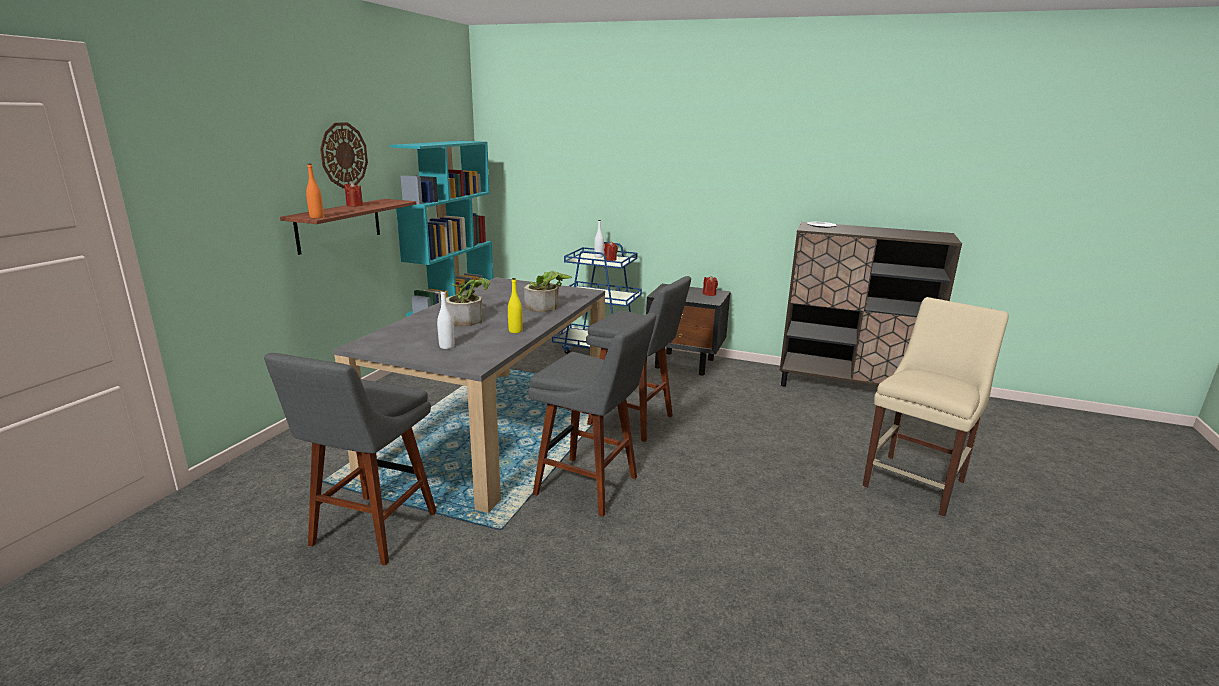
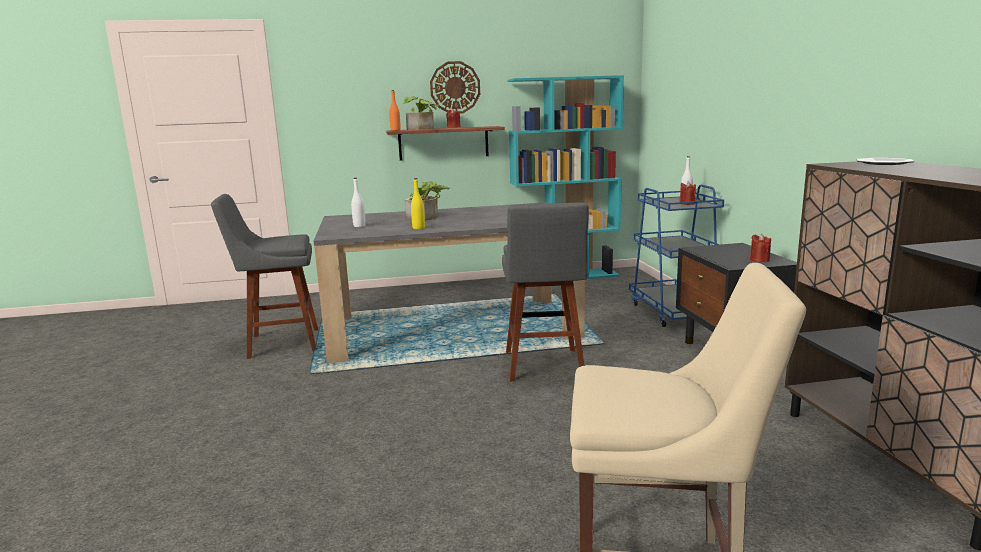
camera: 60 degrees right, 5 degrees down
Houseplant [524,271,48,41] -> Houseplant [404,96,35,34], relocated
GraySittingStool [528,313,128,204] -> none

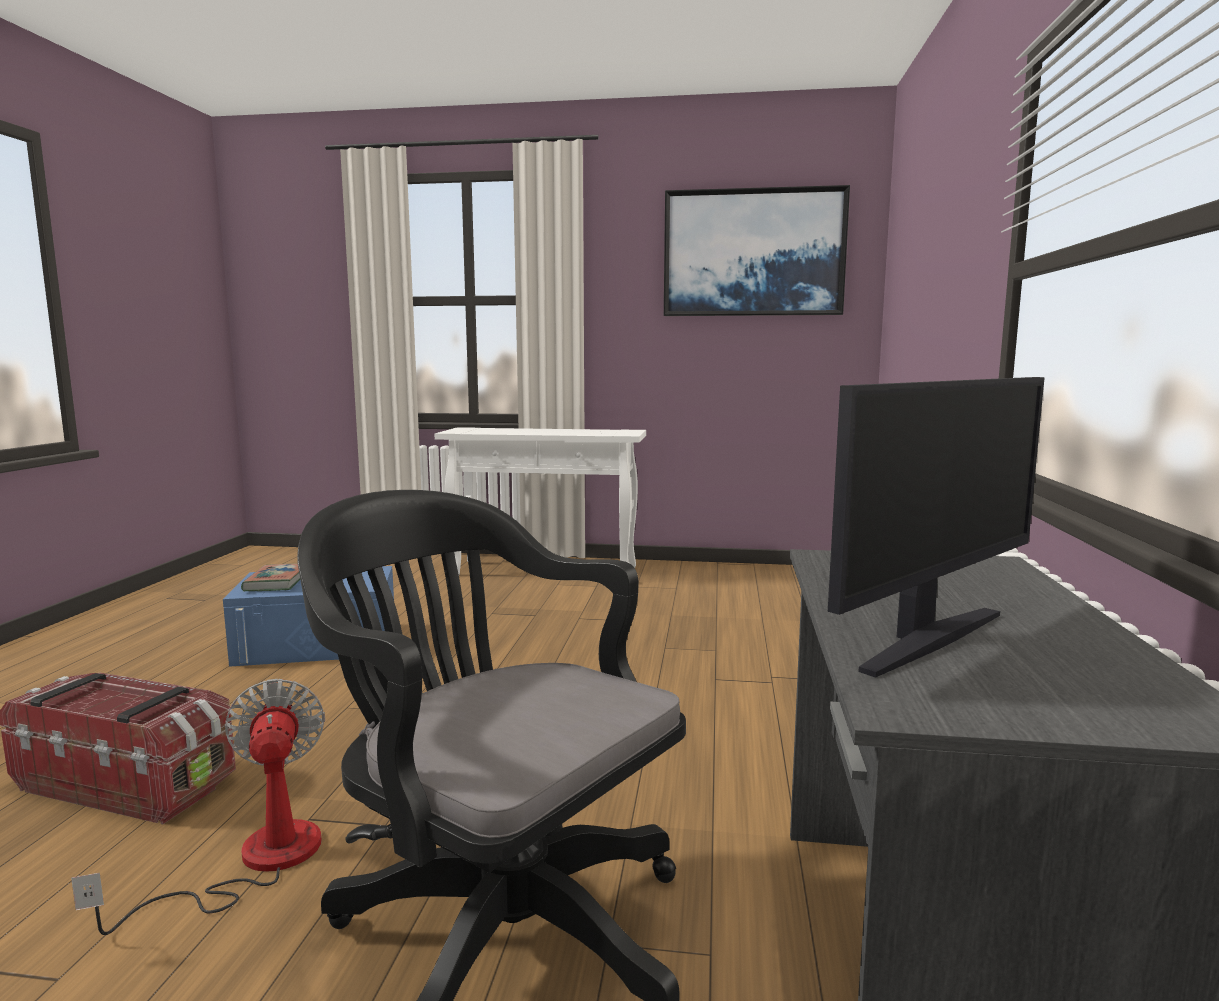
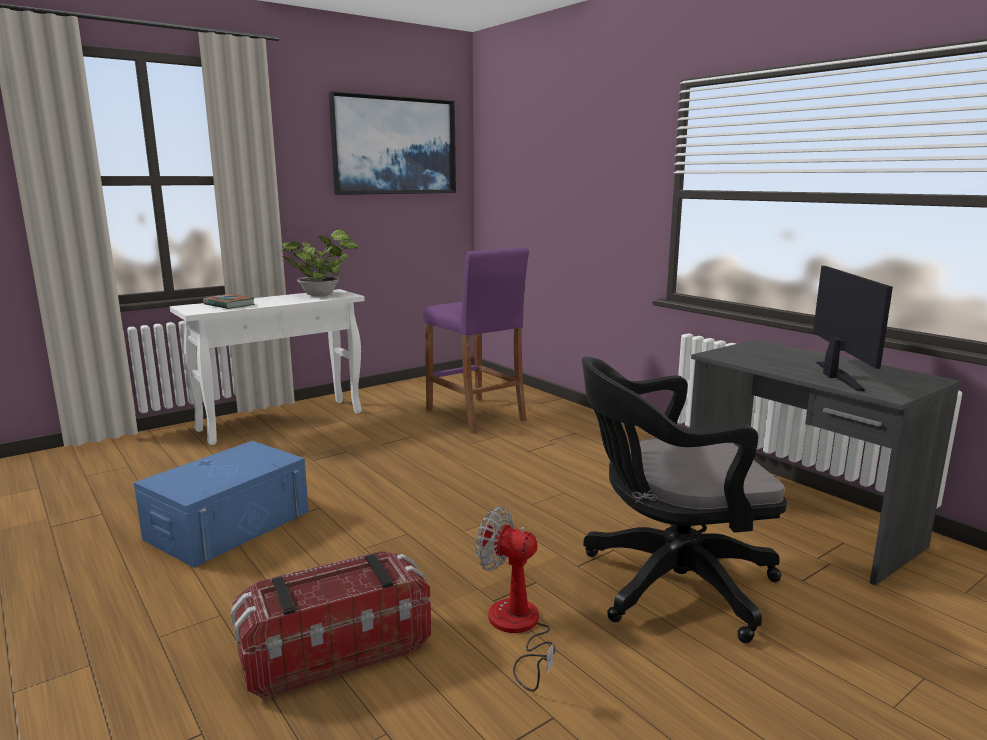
camera: 45 degrees left, 5 degrees up
Book [241,564,59,28] -> Book [203,294,52,15], relocated
none -> Houseplant [281,230,78,66]
none -> PurplishSittingStool [423,247,106,187]

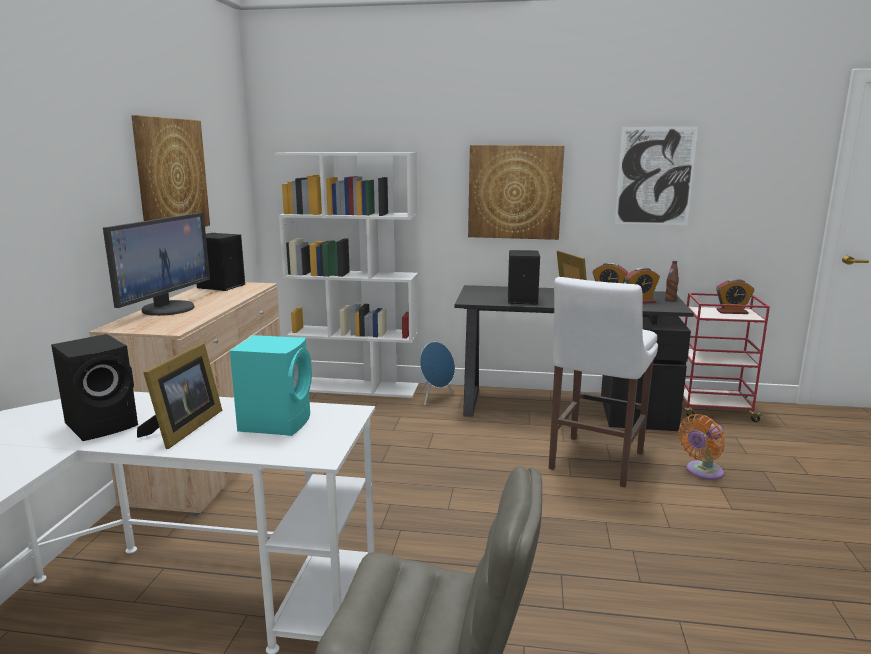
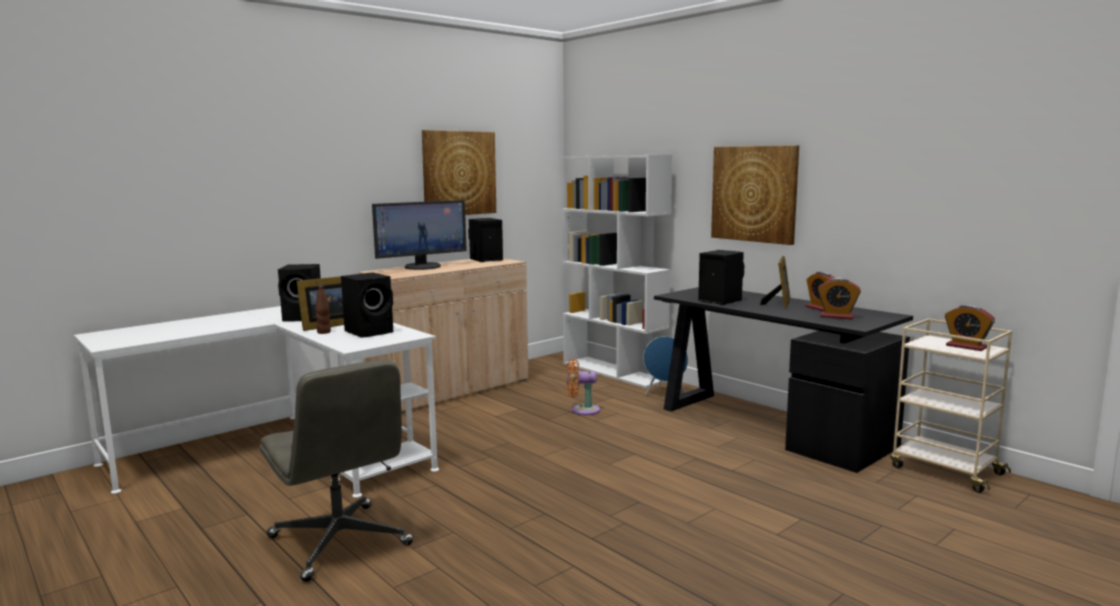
camera: 40 degrees right, 5 degrees down
WallPicture [615,127,83,98] -> none
BrownBeverageBottle [665,261,14,41] -> BrownBeverageBottle [315,286,16,48], relocated
WhiteSittingStool [549,277,109,210] -> none
ReddishCart [683,293,87,129] -> BeigeColouredCart [890,319,122,174]
TurquoiseAudioSpeaker [230,335,82,101] -> BlackColouredAudioSpeaker [341,272,52,66]
OrangeyElectricFan [678,414,47,66] -> OrangeyElectricFan [567,359,33,56], relocated

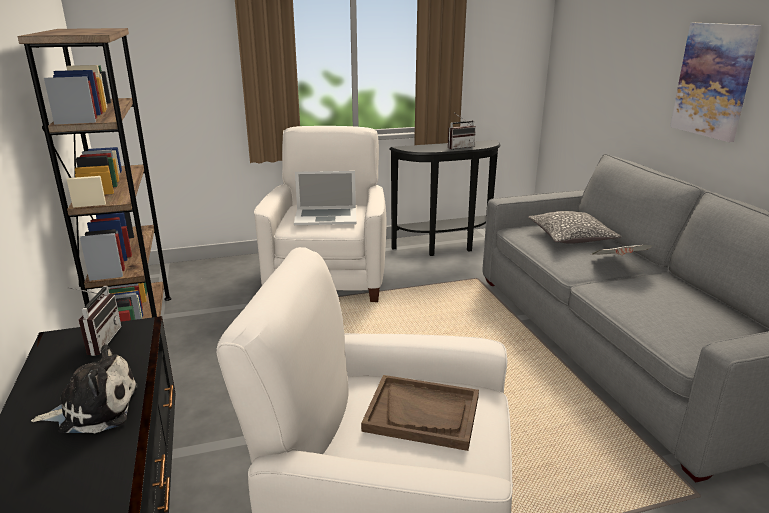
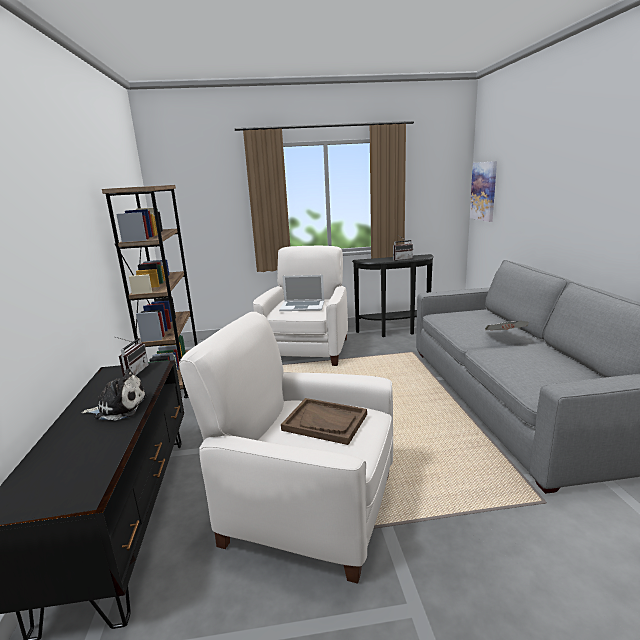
camera: 10 degrees right, 5 degrees down
WallPicture [670,23,92,119] -> WallPicture [470,161,27,61], relocated
Cushion [528,211,94,33] -> none

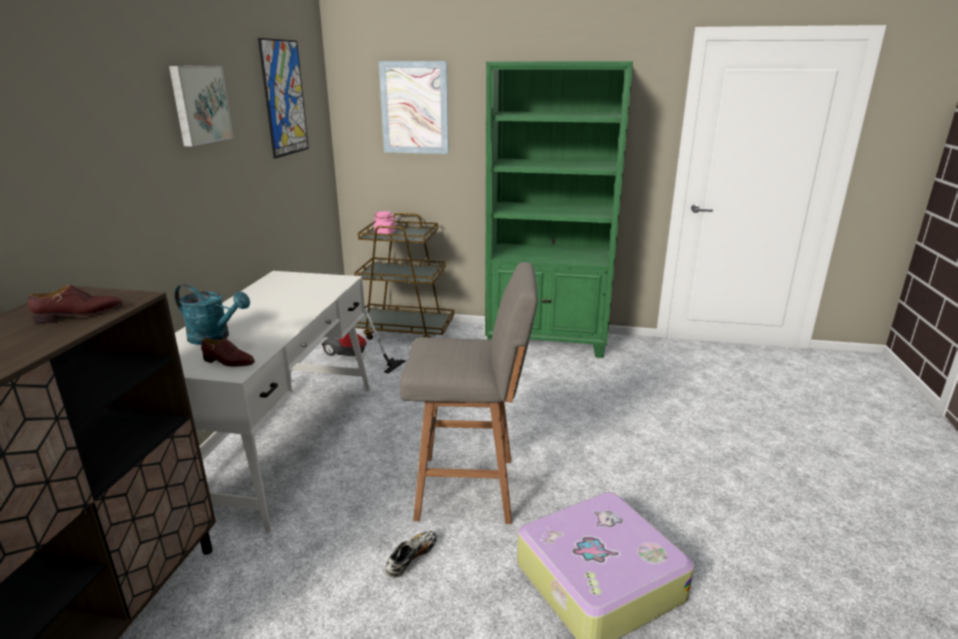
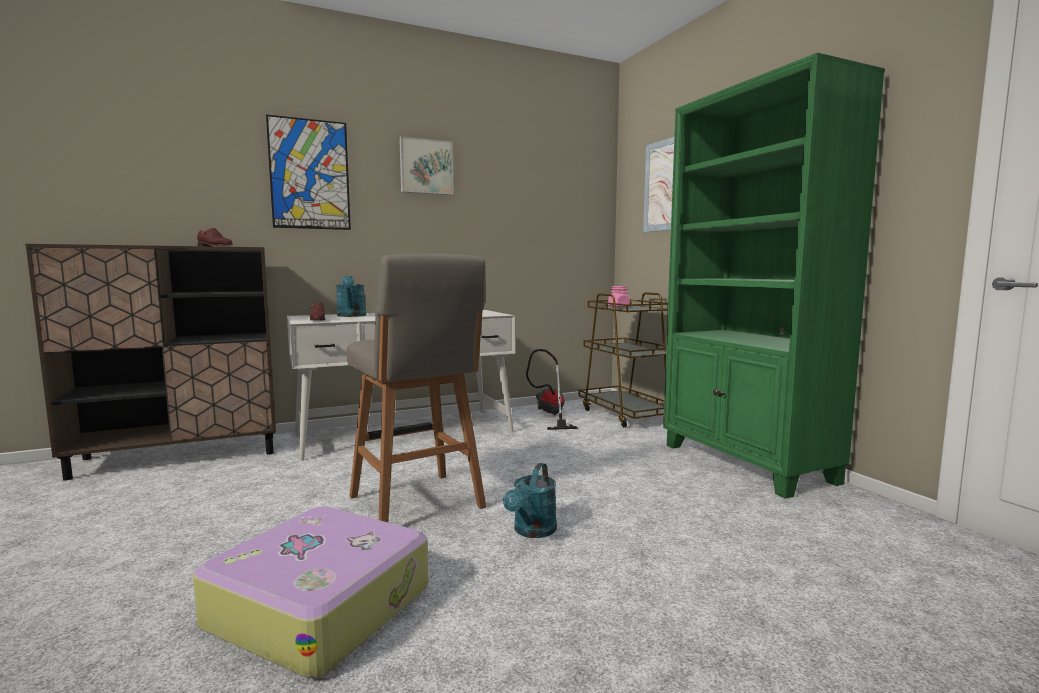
camera: 55 degrees right, 15 degrees down
WallPicture [258,38,51,121] -> WallPicture [266,115,85,115], relocated
LowShoe [385,531,52,47] -> none
none -> TurquoiseWateringPot [503,463,54,75]

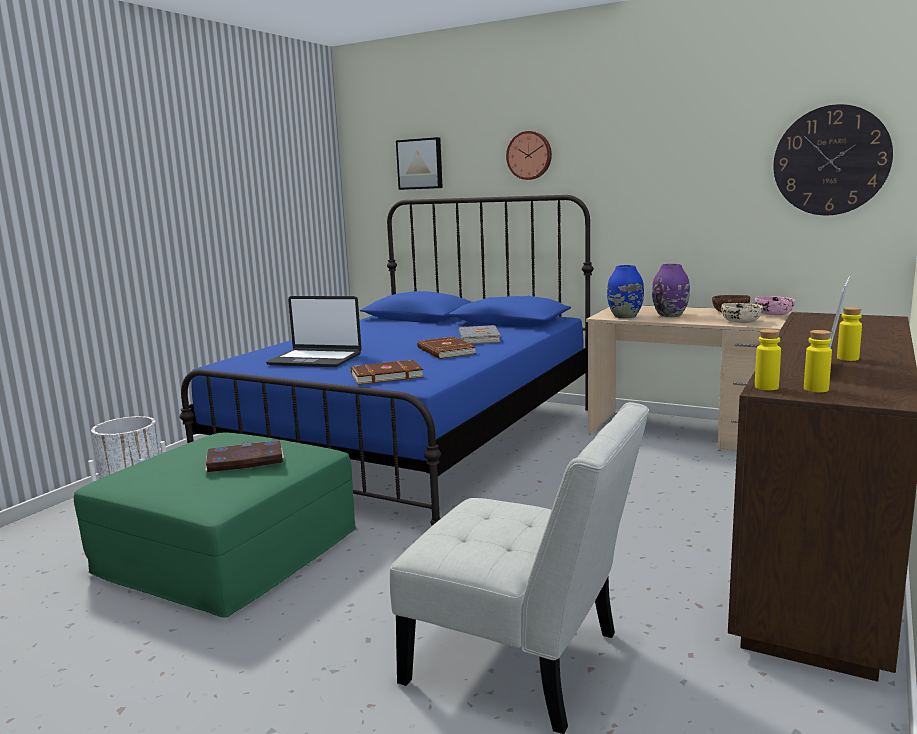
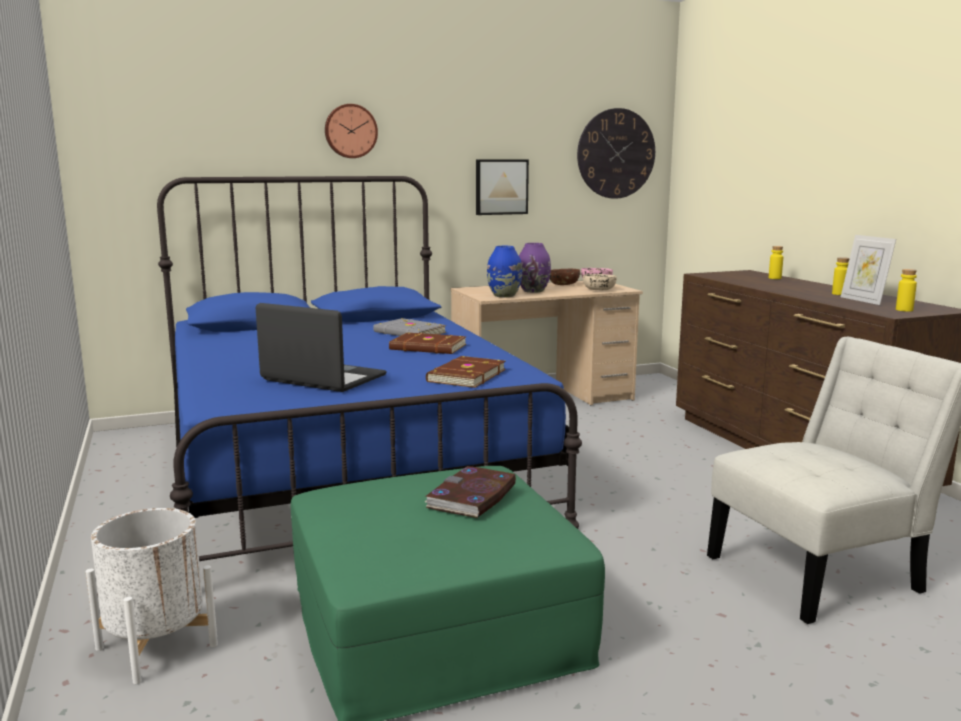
camera: 50 degrees left, 0 degrees up
WallPicture [396,137,47,53] -> WallPicture [476,160,53,55], relocated
NotebookComputer [266,296,96,71] -> NotebookComputer [256,303,131,89], 120 degrees counterclockwise
YellowishBeverageBottle [755,329,26,61] -> YellowishBeverageBottle [769,246,14,33], relocated

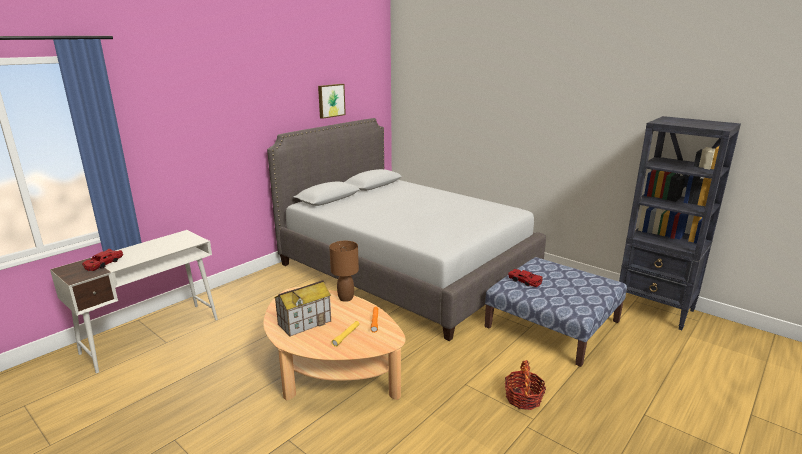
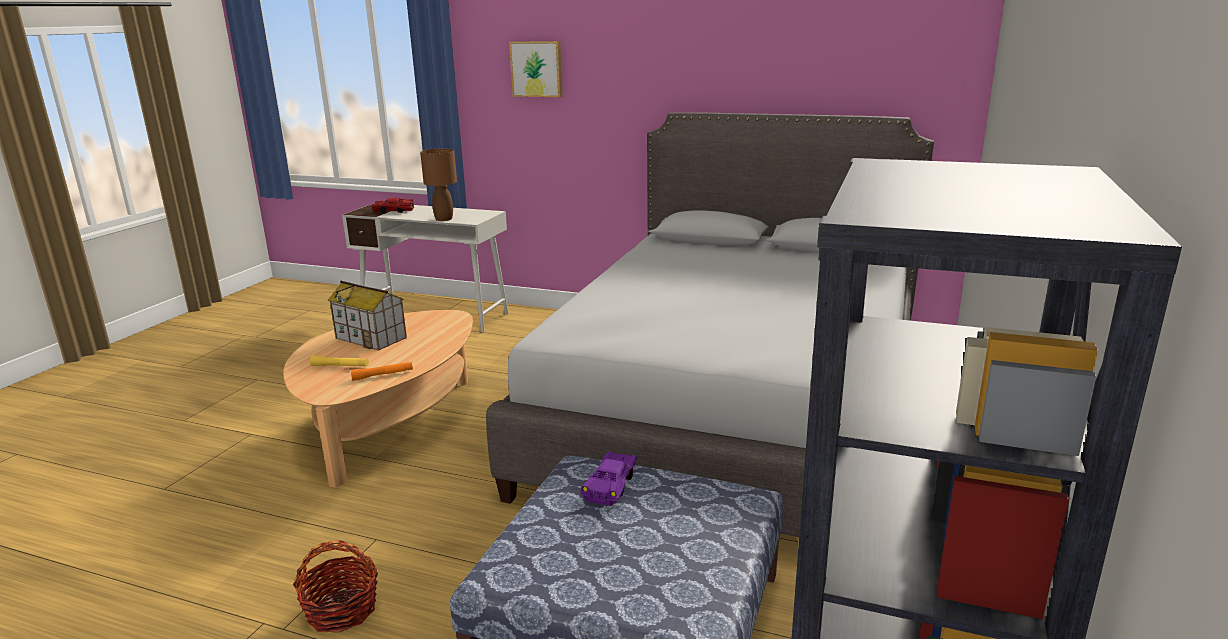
camera: 70 degrees right, 0 degrees up
WallPicture [318,84,28,35] -> WallPicture [509,41,54,56], relocated
BrownLampForATable [329,241,30,61] -> BrownLampForATable [420,149,37,72], relocated
ReddishMiniatureCar [508,269,35,18] -> PurplishMiniatureCar [580,451,57,55]

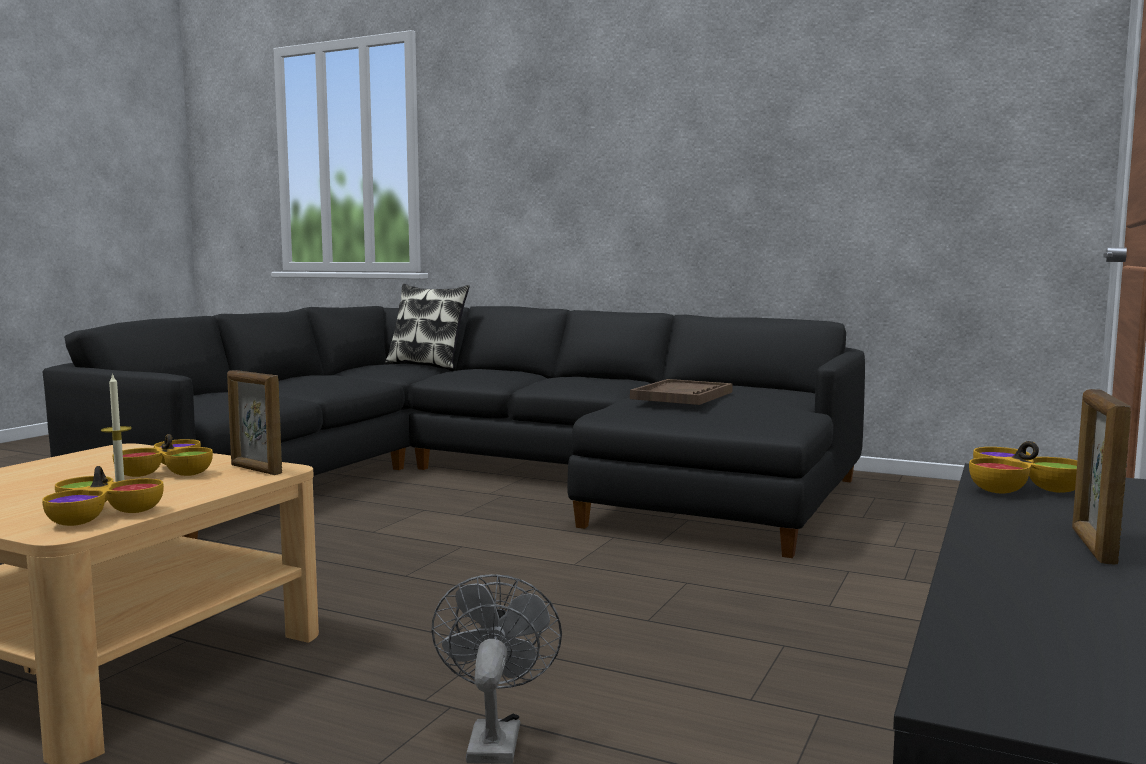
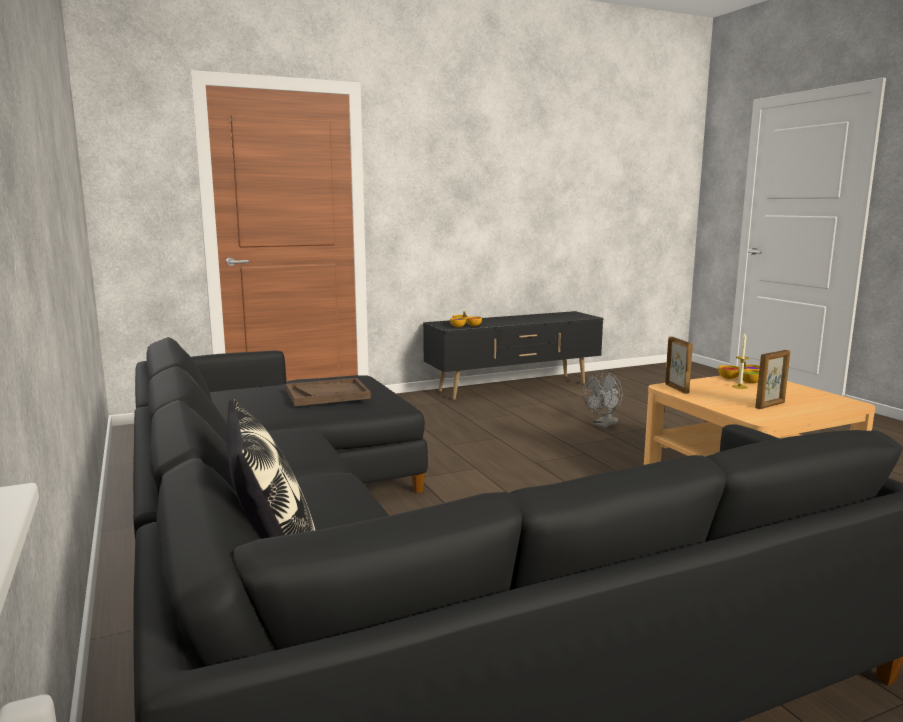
camera: 140 degrees left, 5 degrees up
PhotoFrame [1072,389,59,175] -> PhotoFrame [755,350,35,59], relocated
ServingBowl [113,434,100,43] -> none

